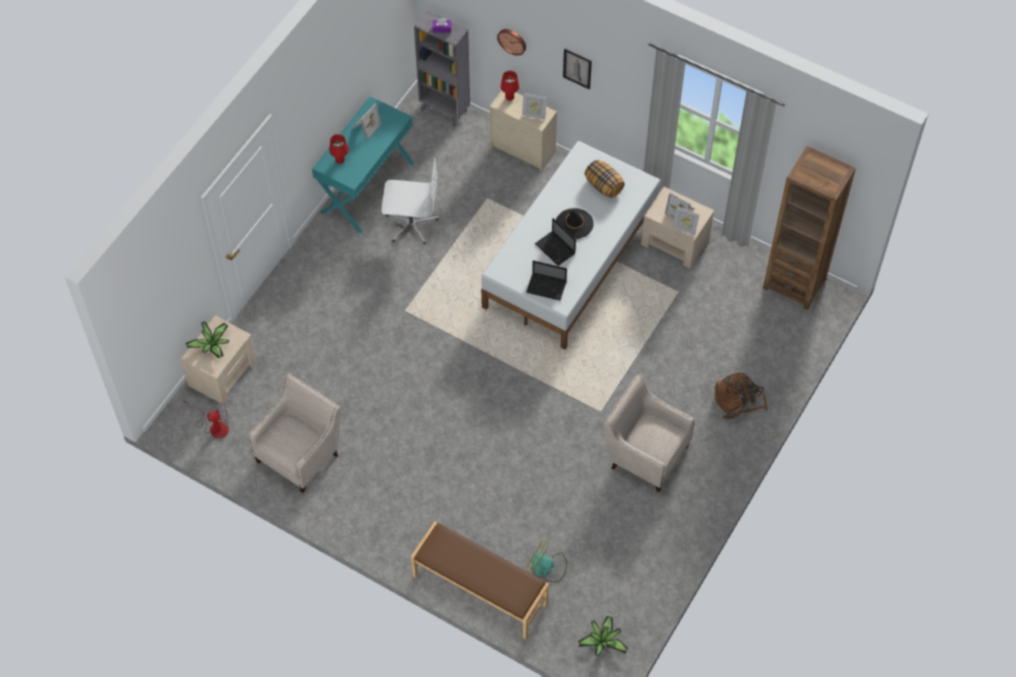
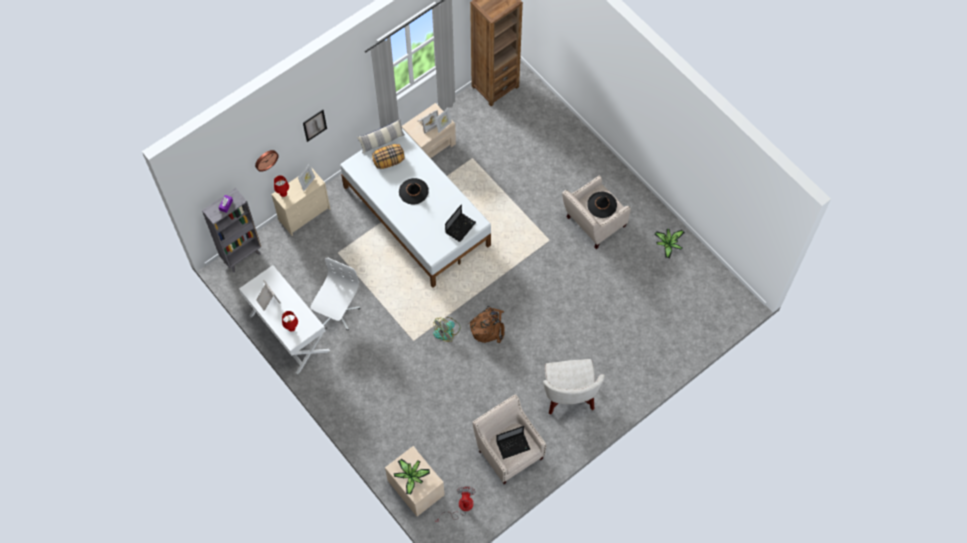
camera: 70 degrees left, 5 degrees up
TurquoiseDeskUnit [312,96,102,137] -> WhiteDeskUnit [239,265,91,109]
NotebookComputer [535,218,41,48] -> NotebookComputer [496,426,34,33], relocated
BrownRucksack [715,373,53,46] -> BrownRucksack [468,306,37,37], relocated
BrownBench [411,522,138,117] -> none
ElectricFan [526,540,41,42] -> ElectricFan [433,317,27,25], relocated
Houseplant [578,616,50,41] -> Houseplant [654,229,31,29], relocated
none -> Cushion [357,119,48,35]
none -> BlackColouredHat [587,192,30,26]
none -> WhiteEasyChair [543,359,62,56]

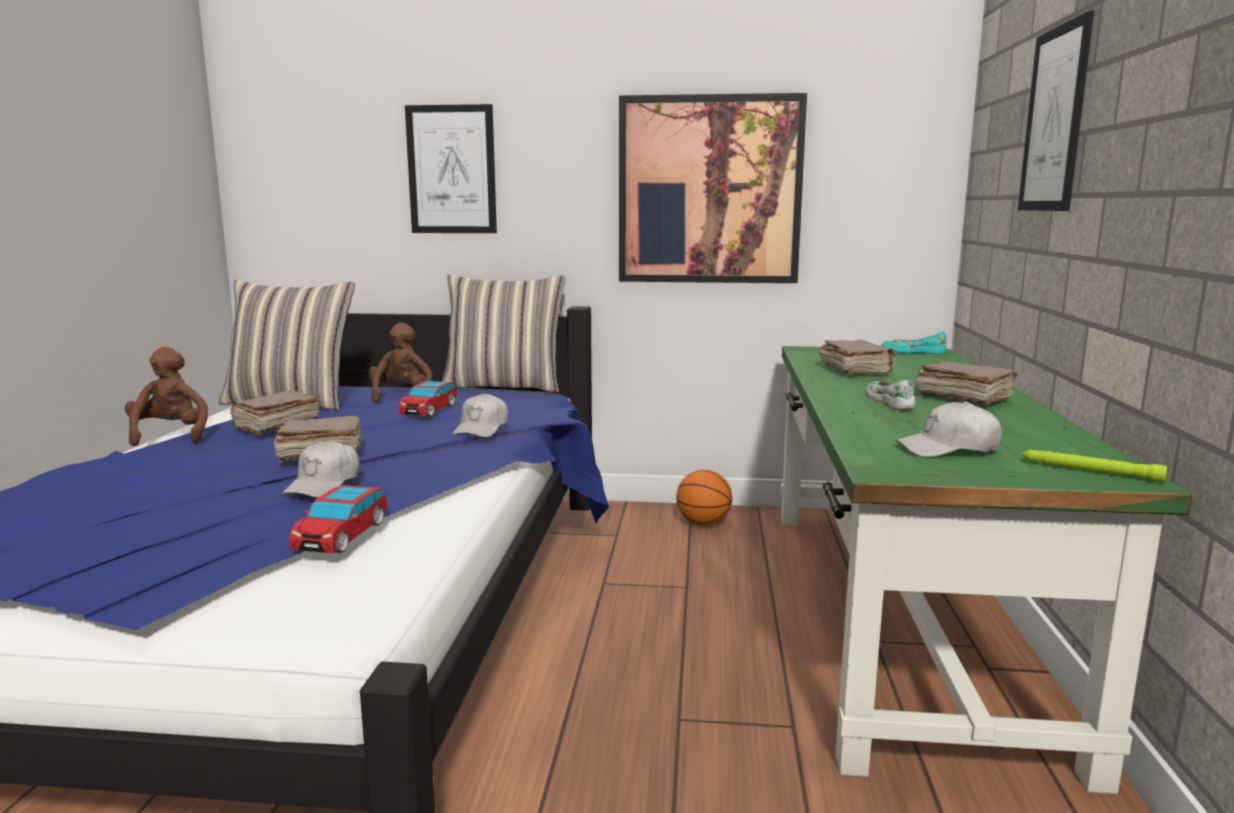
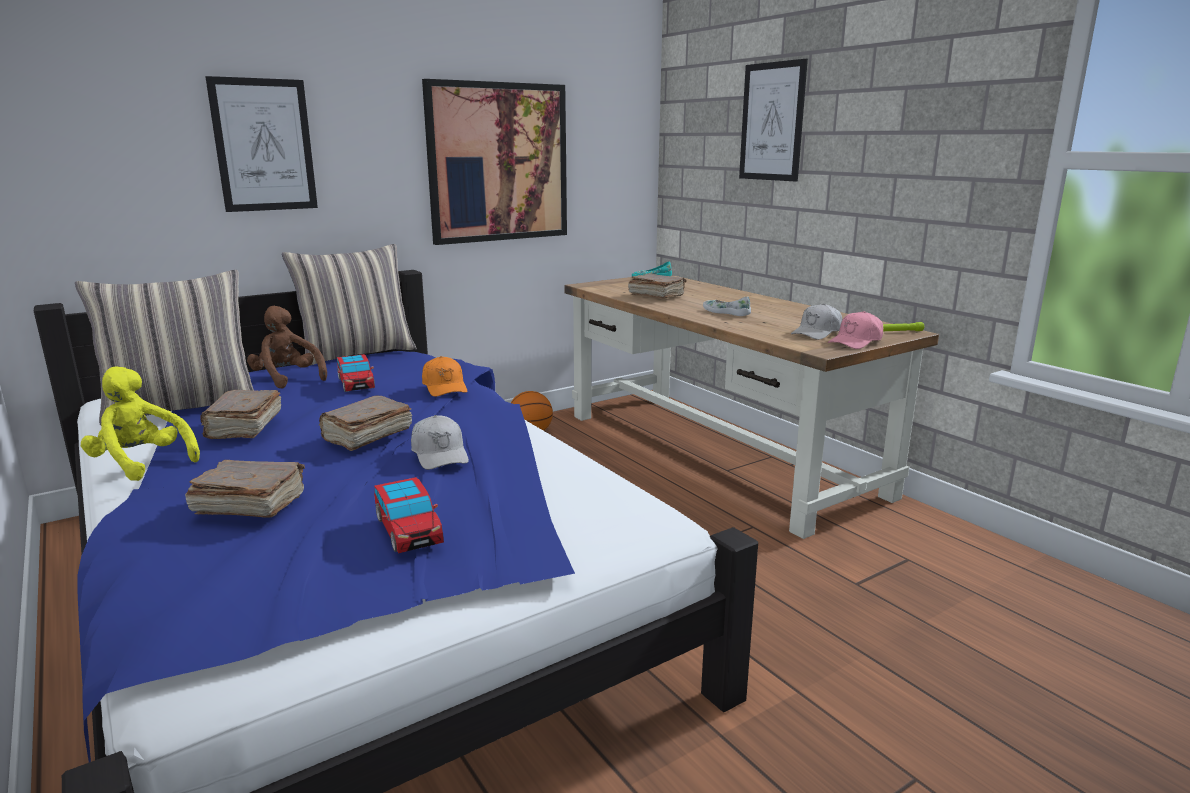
camera: 40 degrees left, 5 degrees up
GreenColouredDeskUnit [781,346,411,448] -> BrownDeskUnit [565,275,374,264]
BrownPlushToy [125,347,83,99] -> YellowishPlushToy [81,366,119,115]
BrownBook [915,361,102,43] -> BrownBook [185,460,120,58], relocated
WhitePeakedCap [452,393,56,44] -> OrangeyPeakedCap [422,356,45,41]
MiniatureCar [289,485,98,68] -> MiniatureCar [374,477,70,76], relocated
none -> PinkColouredPeakedCap [828,311,55,38]

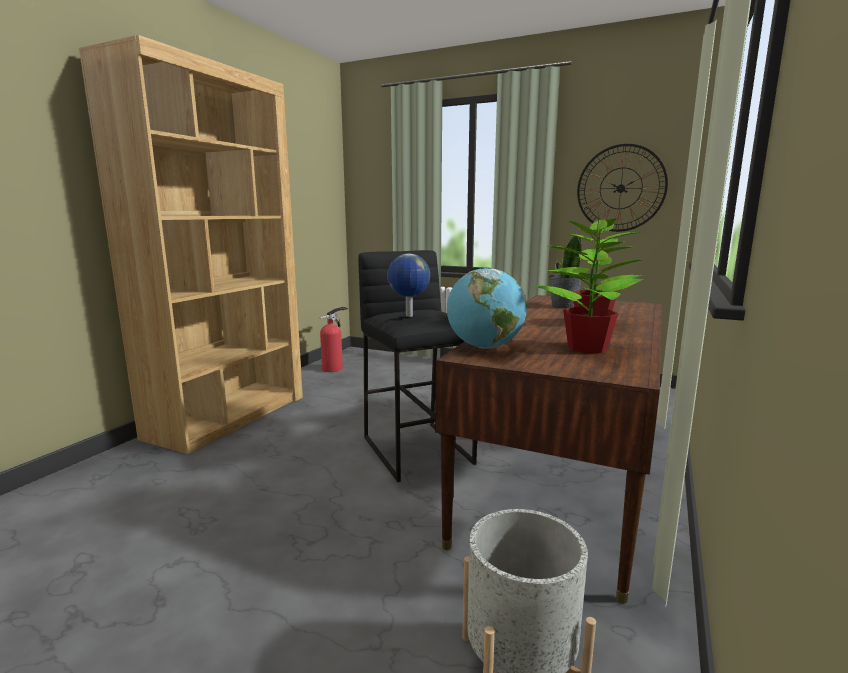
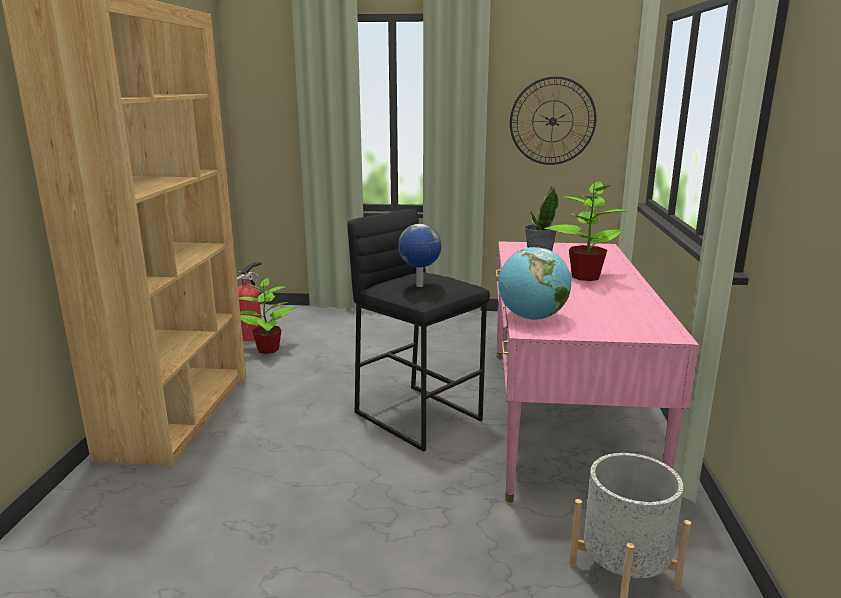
camera: 20 degrees left, 5 degrees up
Houseplant [535,213,109,140] -> Houseplant [239,278,57,76], relocated
BrownDeskUnit [435,295,227,309] -> PinkColouredDeskUnit [496,242,203,261]

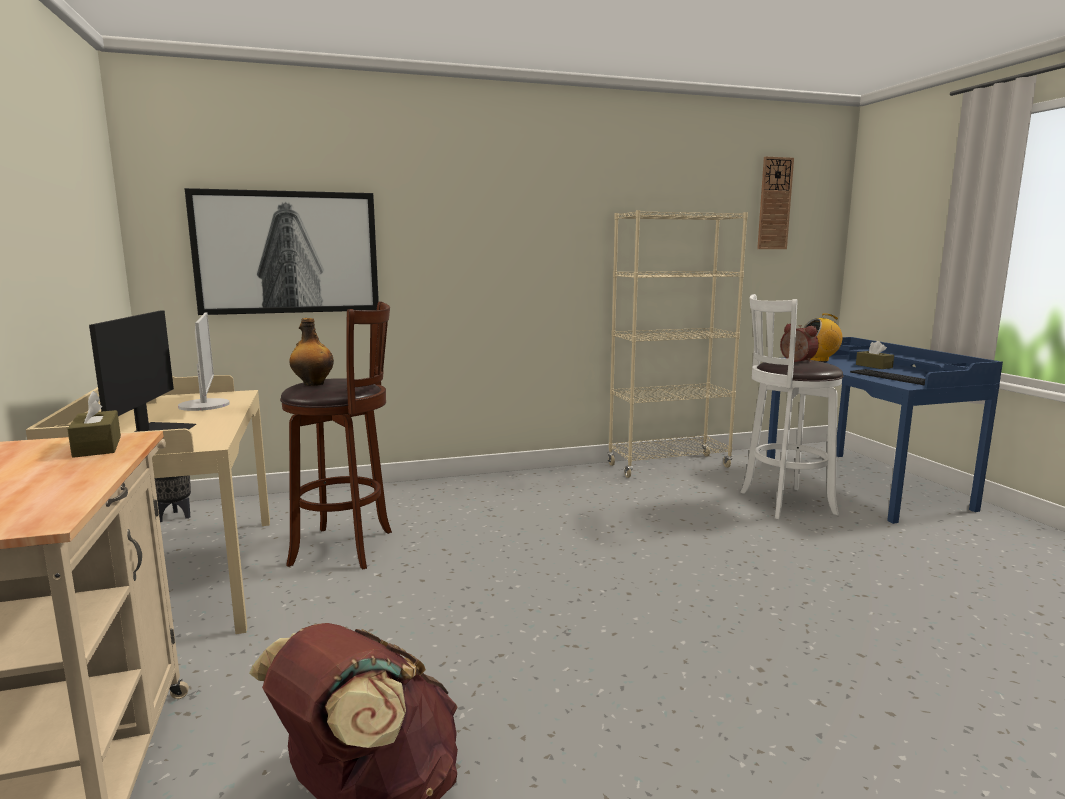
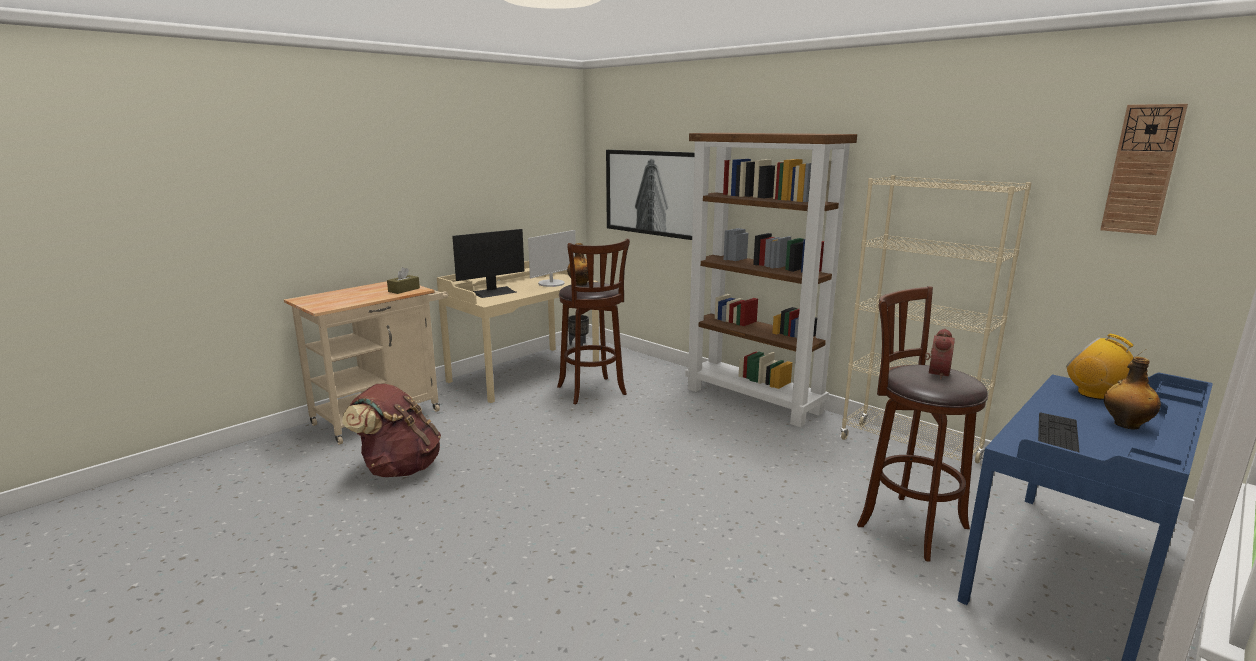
camera: 60 degrees right, 5 degrees up
WhiteSittingStool [740,294,104,225] -> BrownSittingStool [857,286,131,276]
BrownBoxOfTissues [856,341,38,28] -> BeverageBottle [1104,356,57,73]
none -> BrownShelvingUnit [685,133,172,294]

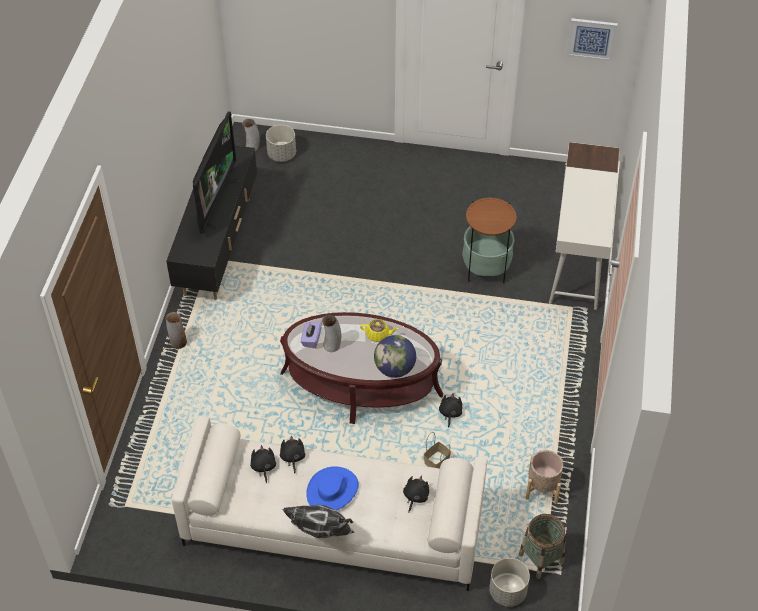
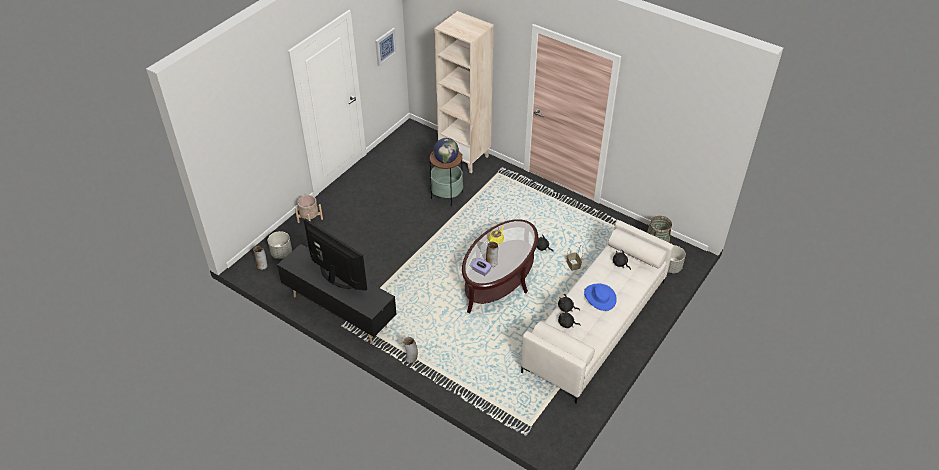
camera: 65 degrees left, 5 degrees down
WhiteDeskUnit [549,142,71,168] -> BeigeColouredShelvingUnit [434,11,60,162]
DeskGlobe [374,335,42,43] -> DeskGlobe [433,138,26,25], relocated
BeigeColouredPlanter [526,450,37,54] -> BeigeColouredPlanter [295,195,28,28], relocated
Cushion [282,505,73,33] -> none

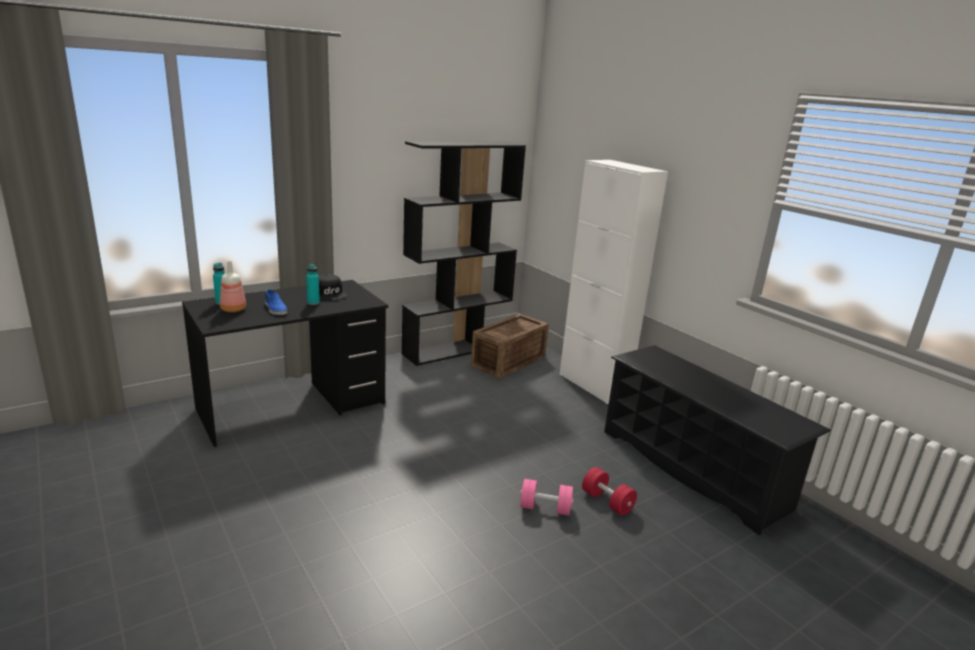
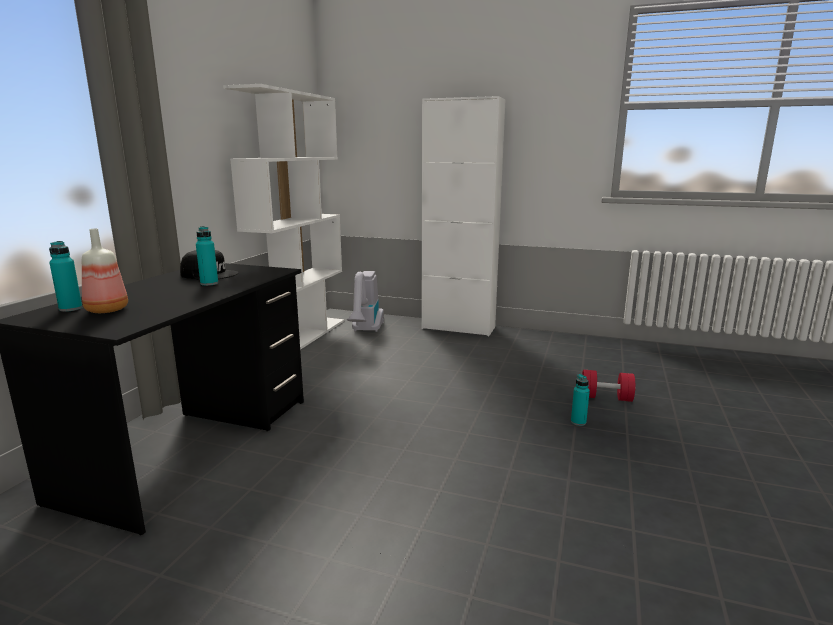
camera: 35 degrees left, 5 degrees down
BlackColouredShelvingUnit [402,141,124,225] -> WhiteShelvingUnit [223,84,121,266]
BluishLowShoe [265,289,22,26] -> none
PackingCrate [471,314,78,65] -> Vacuum [347,271,37,61]
BlackColouredShoeShelf [604,345,227,191] -> none
PinkColouredDumbbell [520,479,54,37] -> TurquoiseBeverageBottle [571,374,19,52]

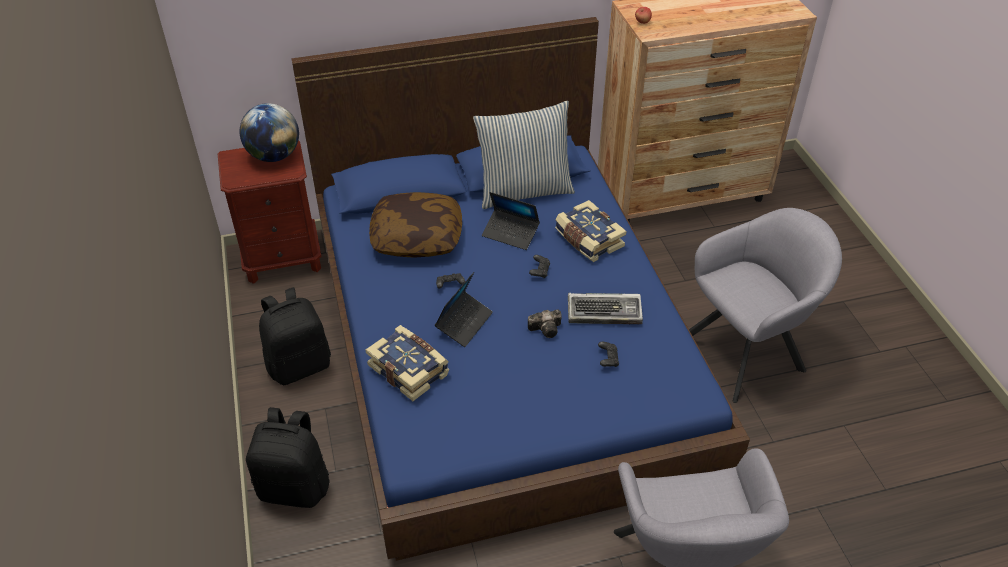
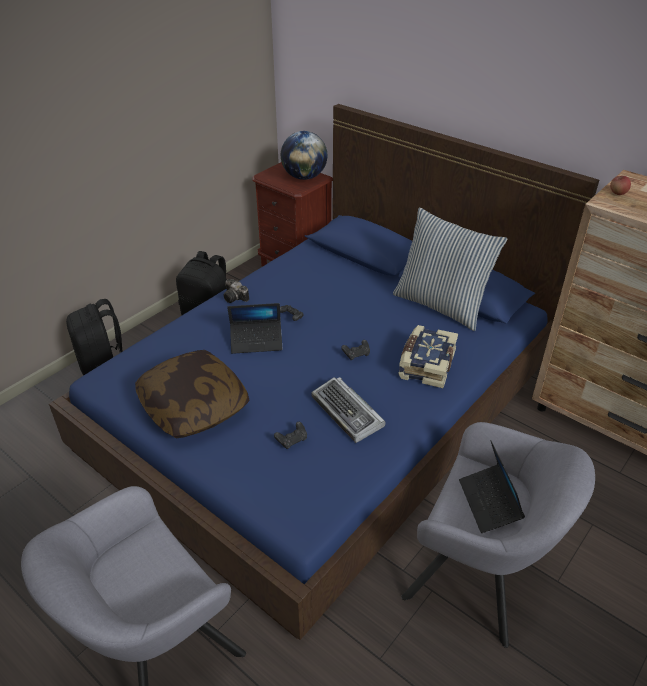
camera: 55 degrees right, 5 degrees down
Cushion [369,192,93,66] -> Cushion [135,350,115,89], relocated
NotebookComputer [482,192,58,58] -> NotebookComputer [459,440,66,93], relocated
StillCamera [528,309,34,29] -> StillCamera [224,279,25,24], relocated
Book [366,325,83,76] -> none

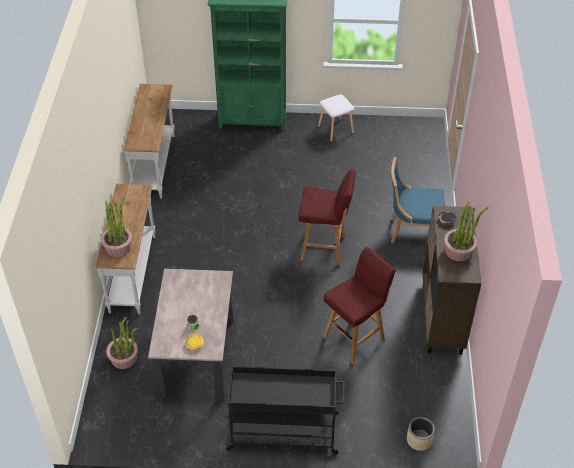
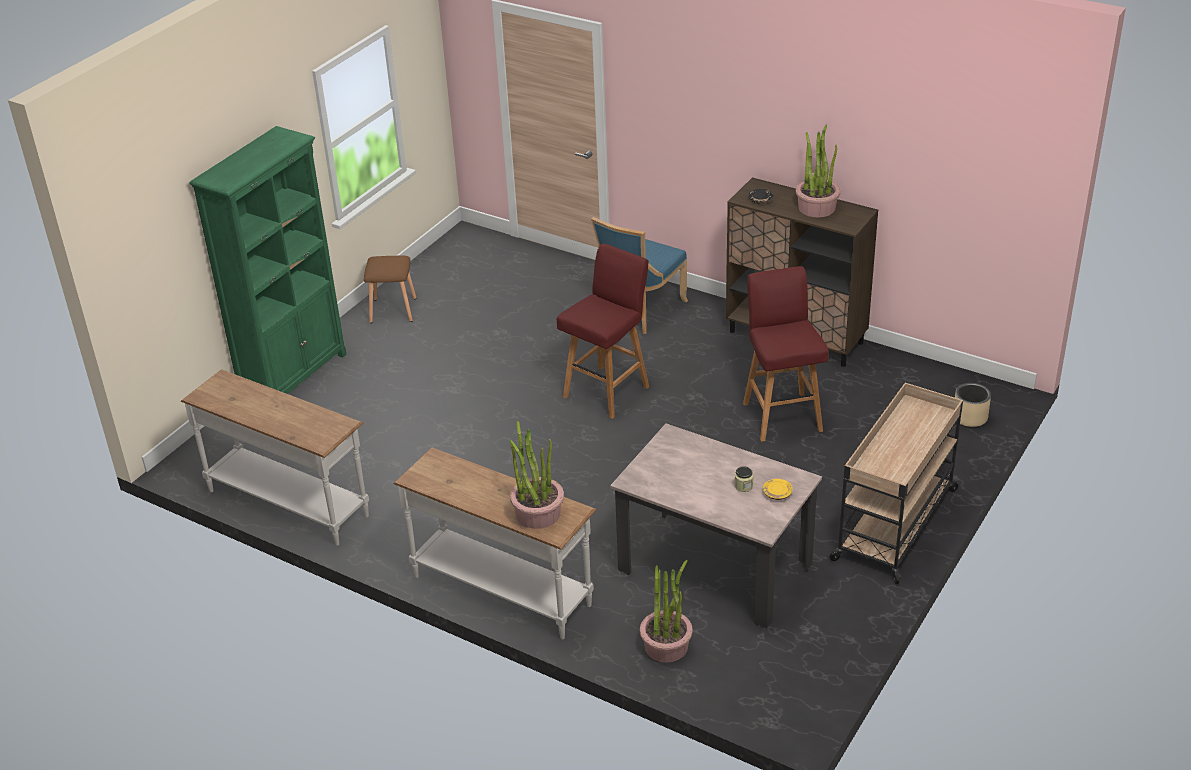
camera: 60 degrees left, 10 degrees down
WhiteSittingStool [318,94,36,48] -> BrownSittingStool [364,256,52,67]
BlackColouredCart [225,366,120,89] -> BeigeColouredCart [828,383,135,201]

